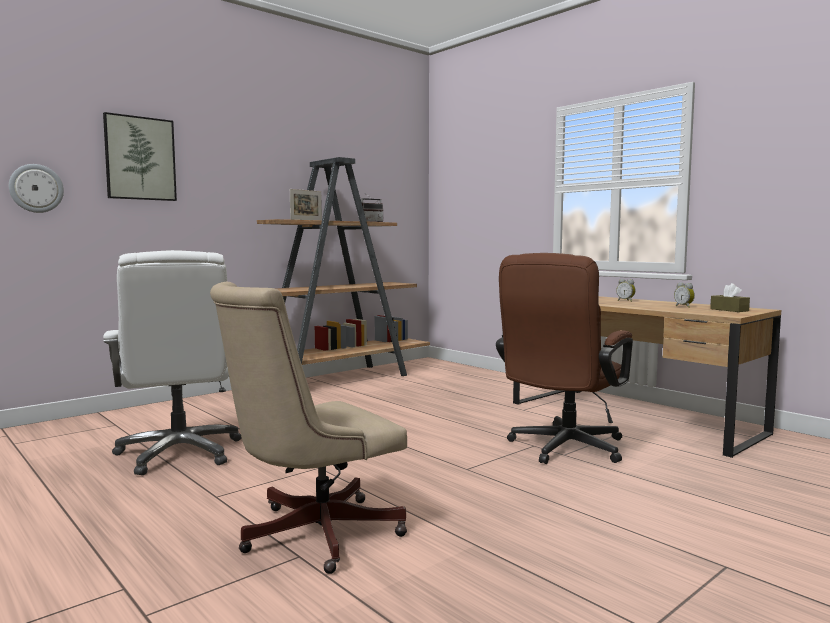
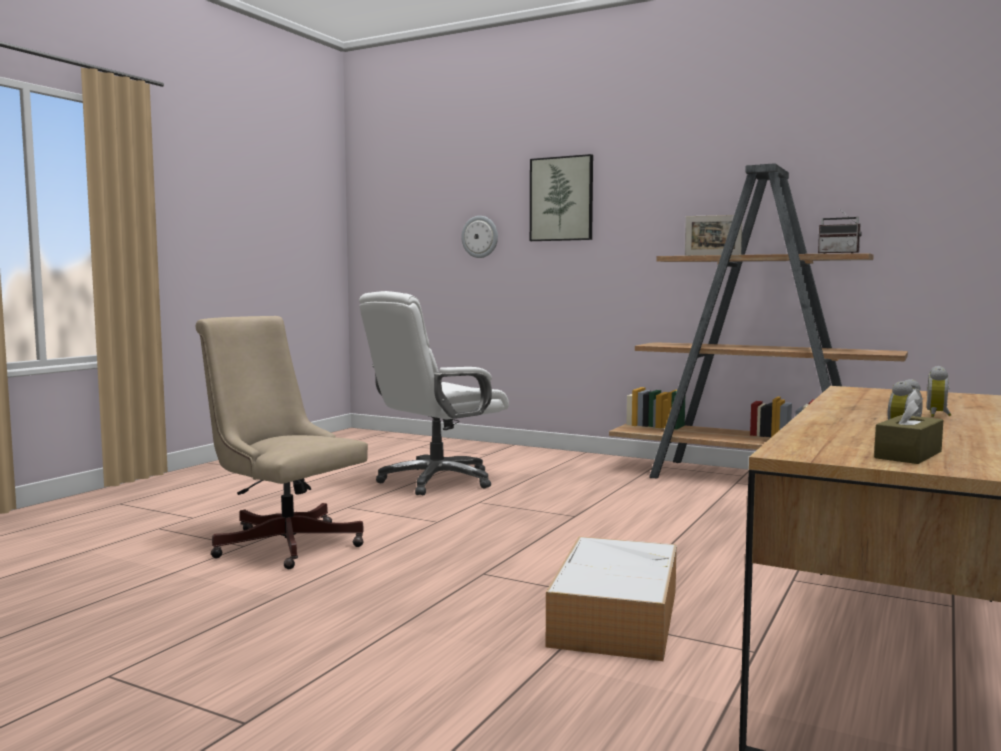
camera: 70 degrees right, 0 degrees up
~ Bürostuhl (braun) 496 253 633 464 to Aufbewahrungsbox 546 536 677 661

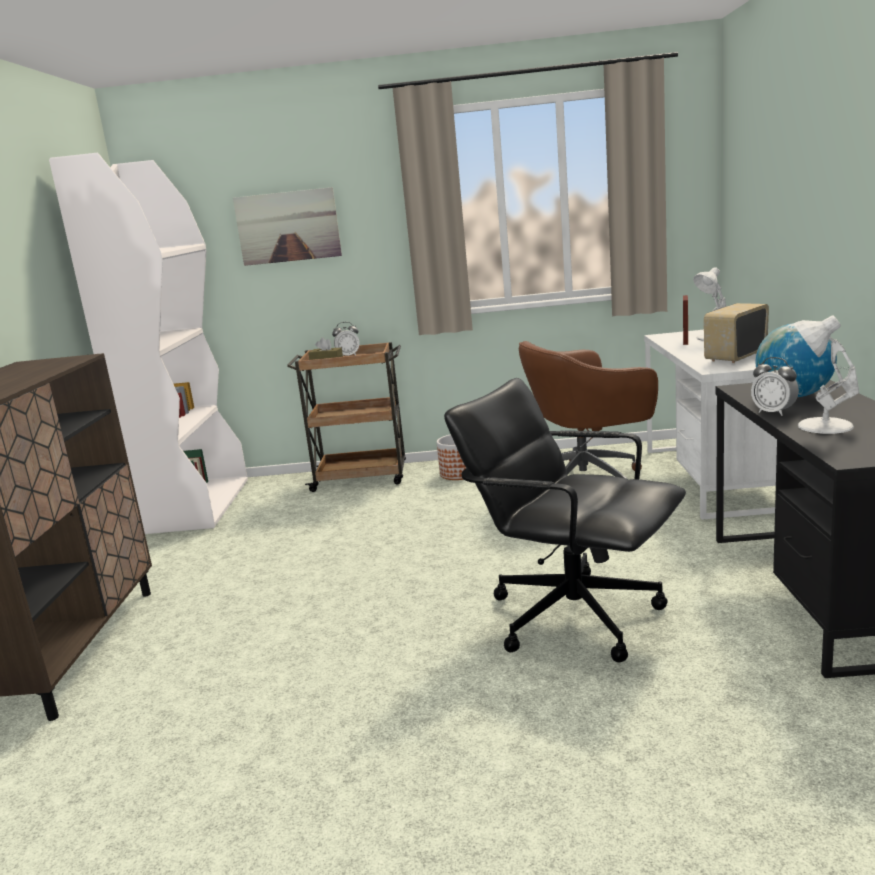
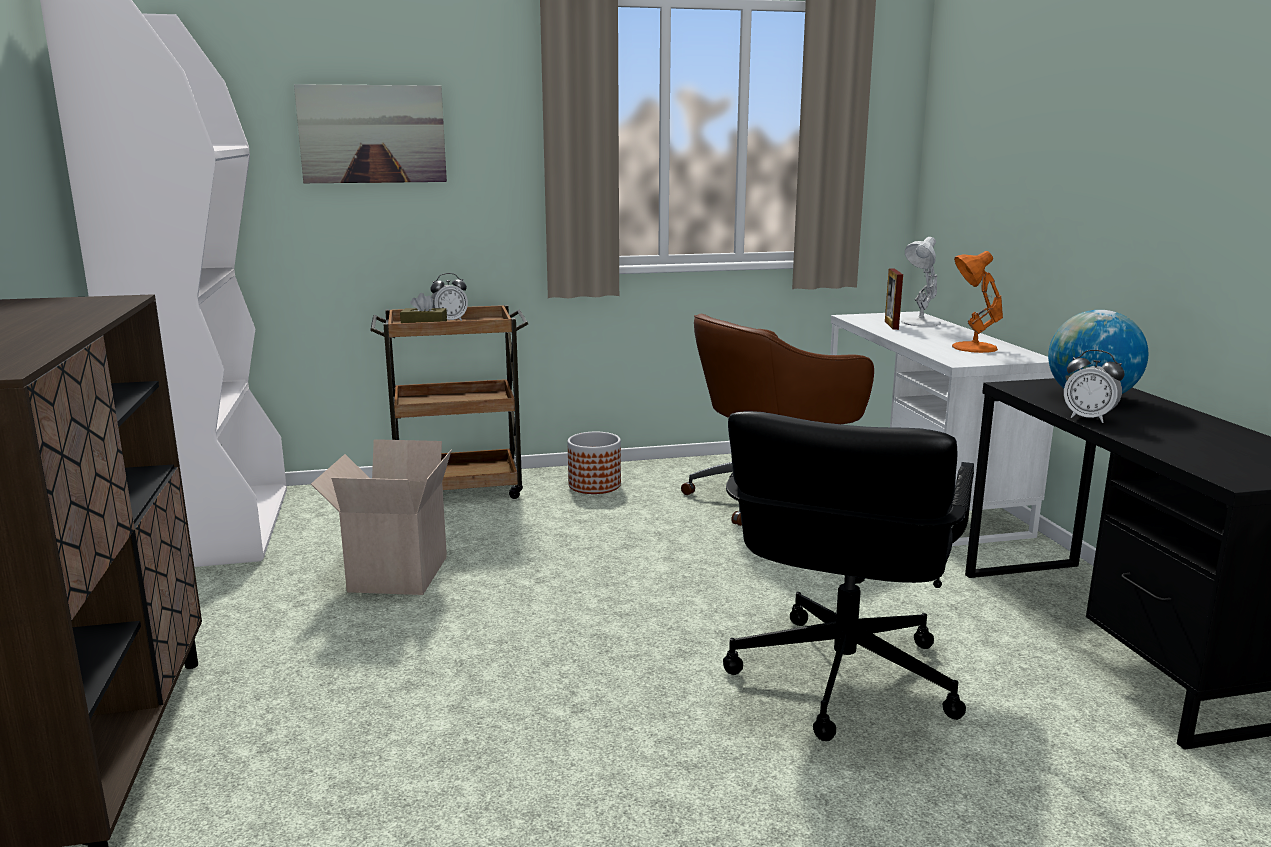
camera: 15 degrees left, 0 degrees up
- Tischlampe (weiß) 794 316 859 434
+ Karton 311 439 452 595
~ Radio 704 303 769 363 to Tischlampe (orange) 952 251 1003 353
~ Bürostuhl (schwarz) 444 378 686 663 = 723 411 974 741 90 degrees counterclockwise

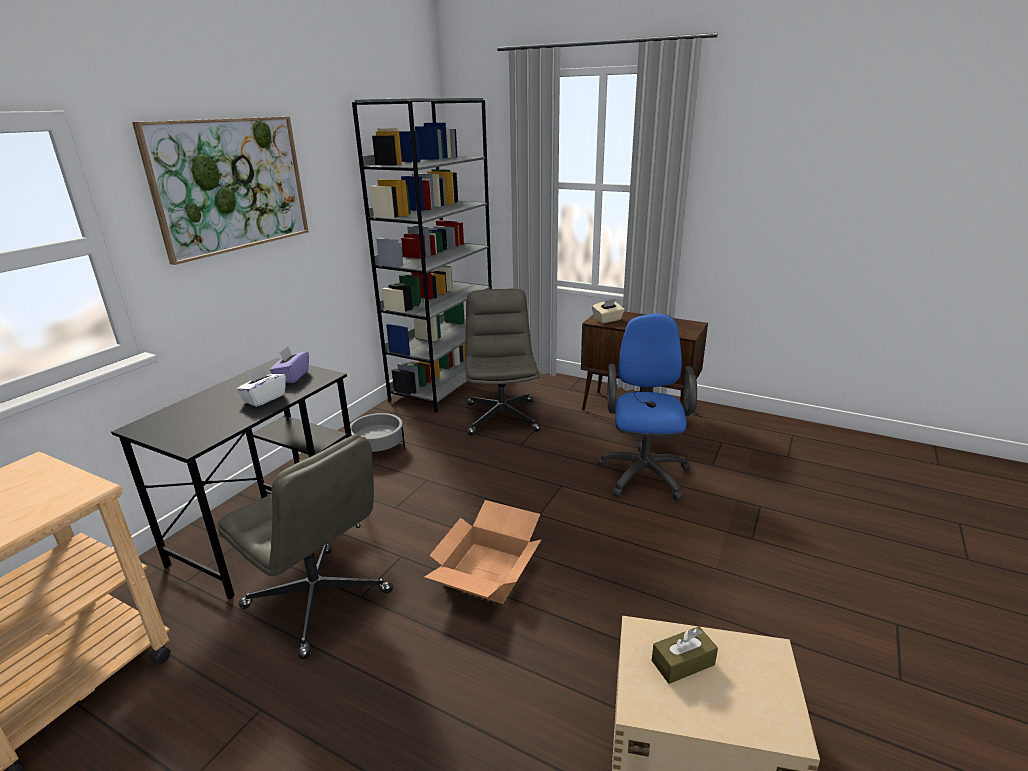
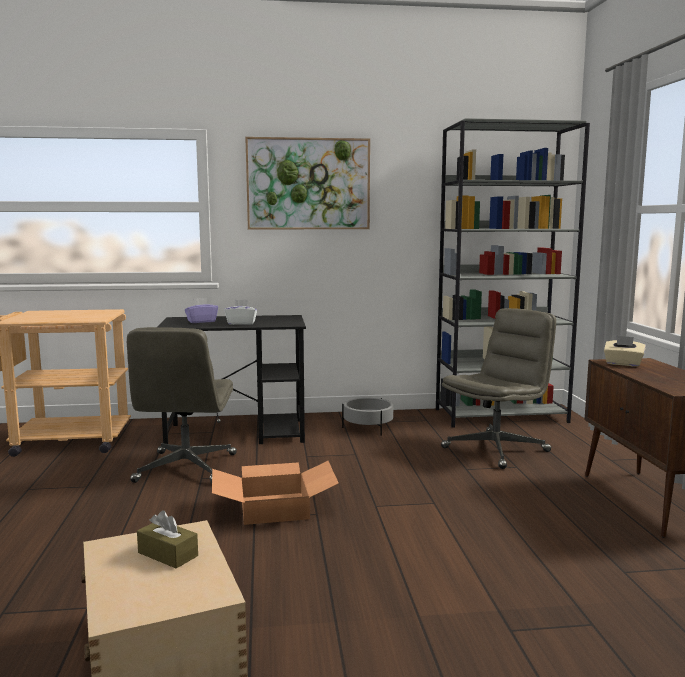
camera: 55 degrees right, 15 degrees down
- Bürostuhl (blau) 597 313 697 501
~ Taschentuchbox (lila) 270 347 309 383 to 185 298 218 323

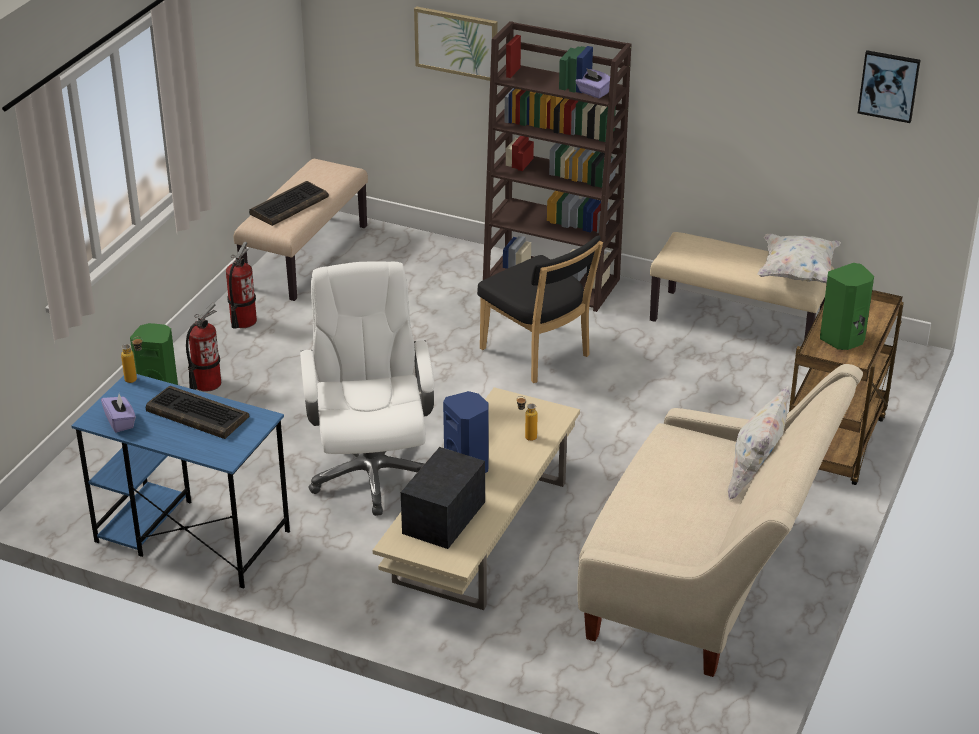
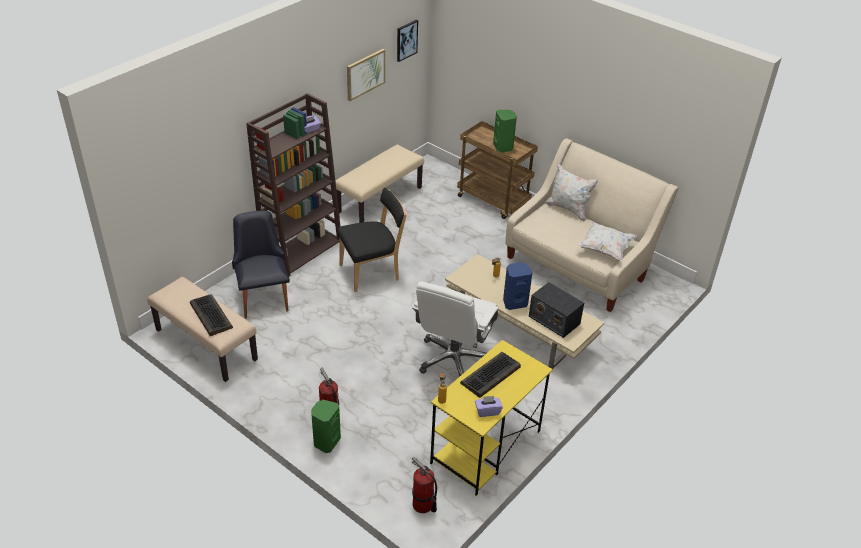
camera: 75 degrees left, 5 degrees up
+ Stuhl (schwarz) 232 210 290 319
~ Feuerlöscher 226 241 257 329 to 411 457 437 513
~ Bild 414 6 497 81 to 347 49 385 101
~ Kissen (weiß) 757 234 841 283 to 576 221 637 261
~ Schreibtisch (blau) 71 374 290 589 to Schreibtisch (gelb) 430 340 553 496
~ Bürostuhl (weiß) 300 262 434 516 = 412 282 499 377 75 degrees counterclockwise

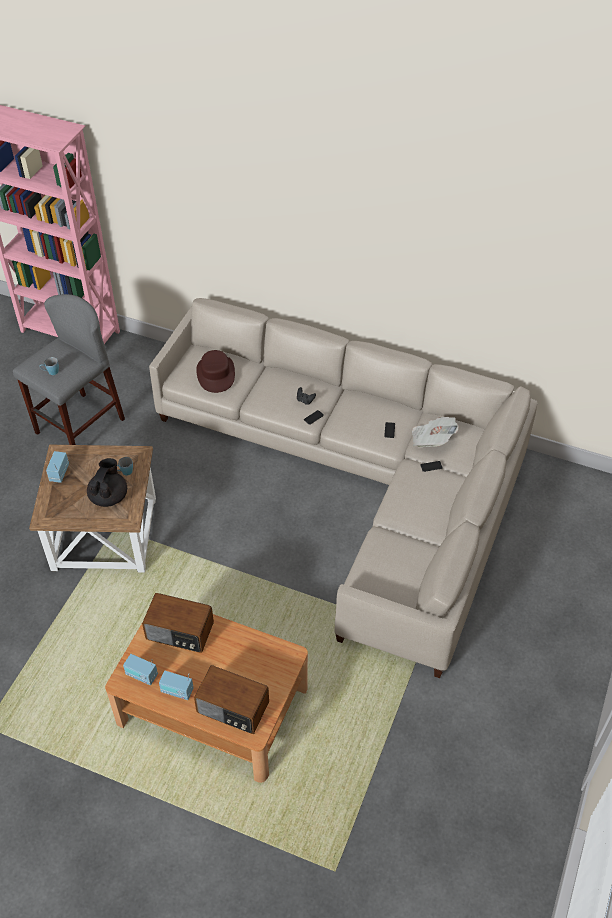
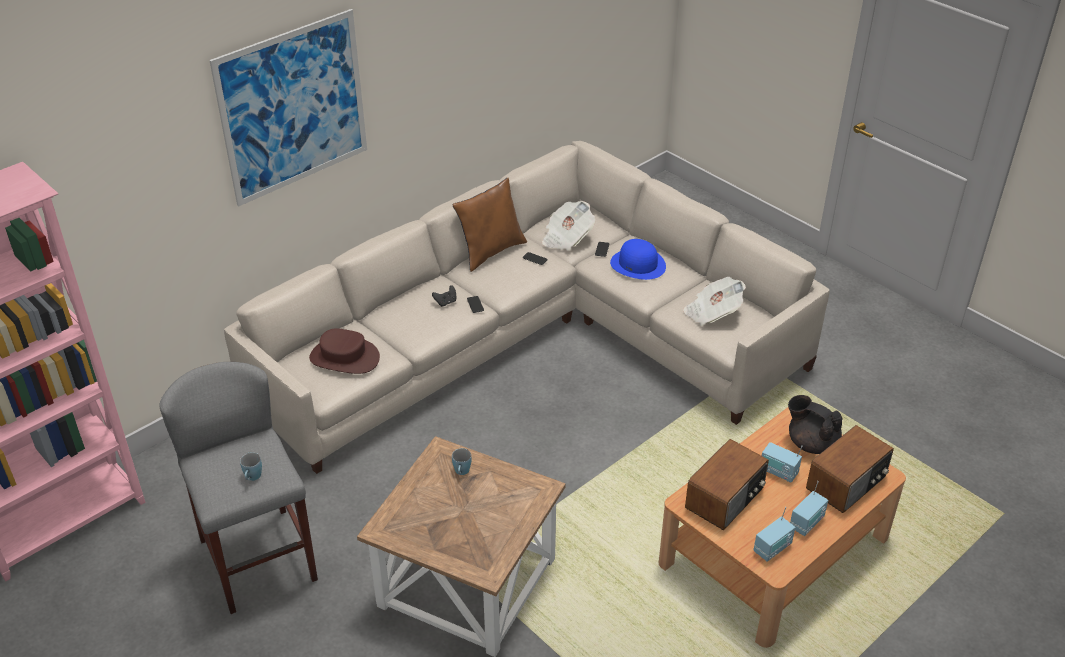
camera: 65 degrees left, 10 degrees down
+ Bild 209 9 367 206
+ Kissen (braun) 453 178 527 272
+ Hut (blau) 610 239 666 280
+ Zeitung 683 277 746 326
~ Radio 46 451 69 483 to 762 442 803 483
~ Teekanne (schwarz) 87 458 127 507 to 788 395 842 454

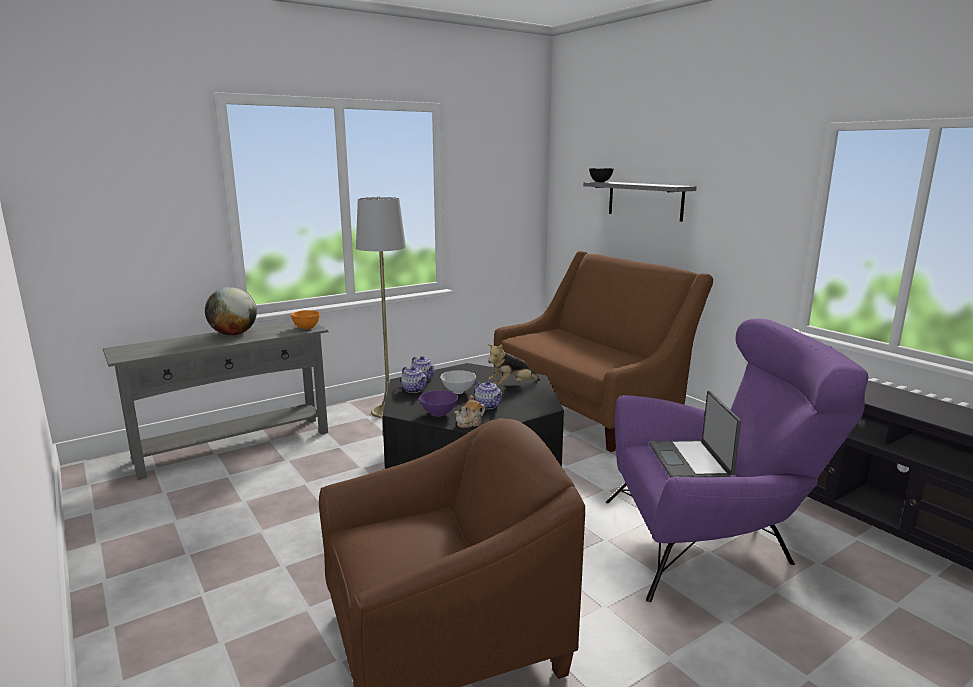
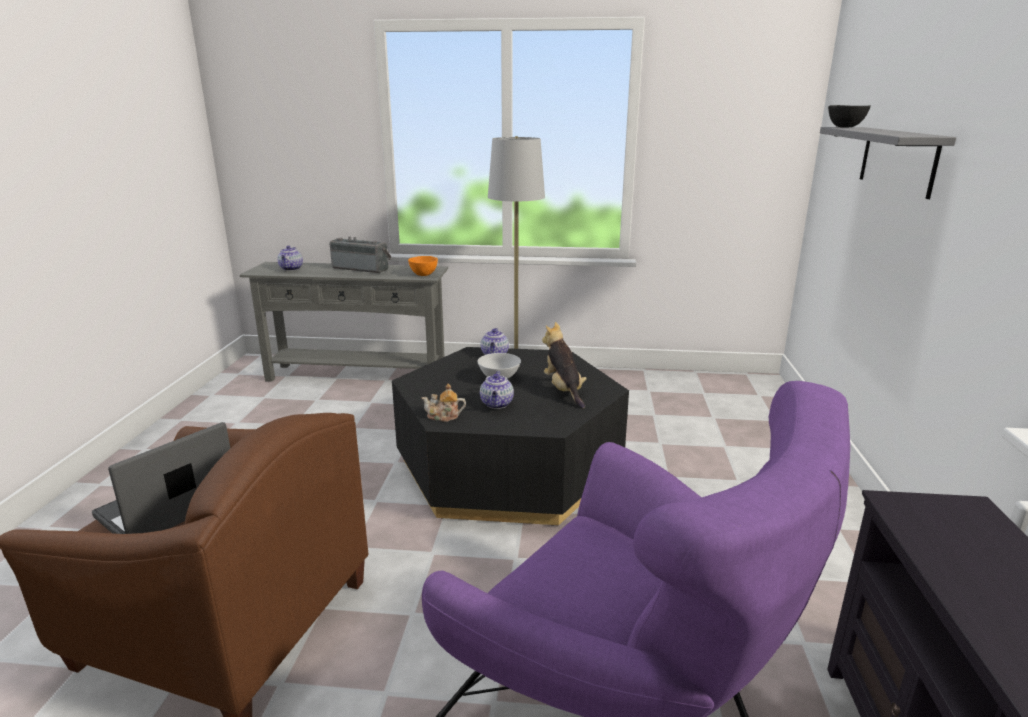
camera: 40 degrees right, 5 degrees up
- Schüssel (lila) 419 390 458 417
- Sofa (braun) 494 251 713 452
~ Teekanne 401 366 427 393 to 278 246 303 271
~ Laptop 649 391 741 478 to 92 422 230 534
~ Globus 205 287 257 335 to Radio 329 237 391 273
~ Plüschtier 488 344 540 386 = 542 322 586 409 60 degrees clockwise

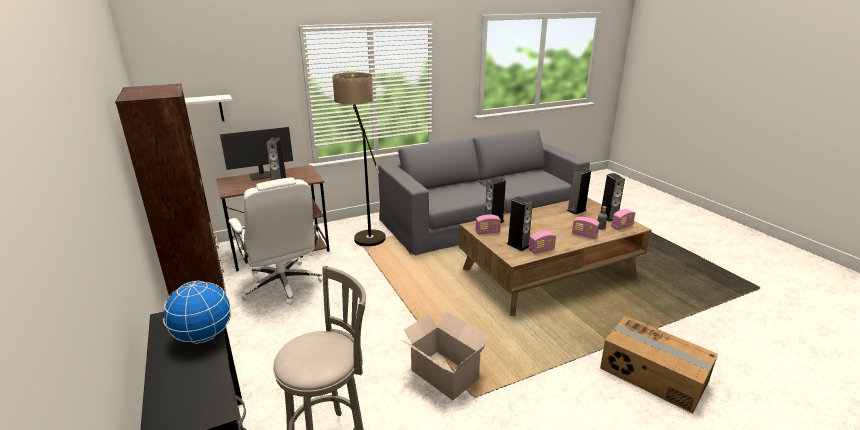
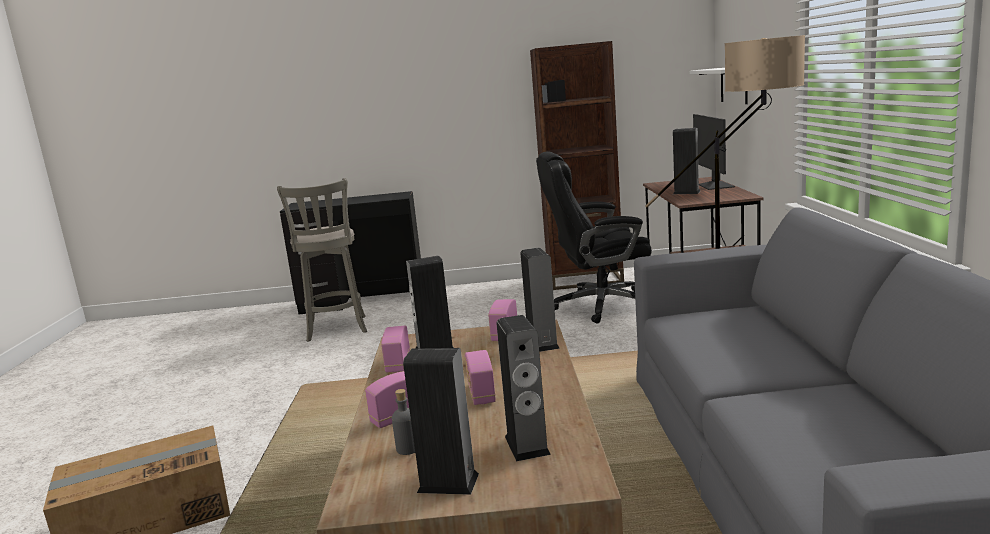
camera: 115 degrees right, 10 degrees down
- Globus 163 281 231 344
- Karton 402 311 489 400
~ Radio 611 209 635 230 to 465 350 496 405
~ Bürostuhl (weiß) 228 177 323 305 to Bürostuhl (schwarz) 536 151 652 323

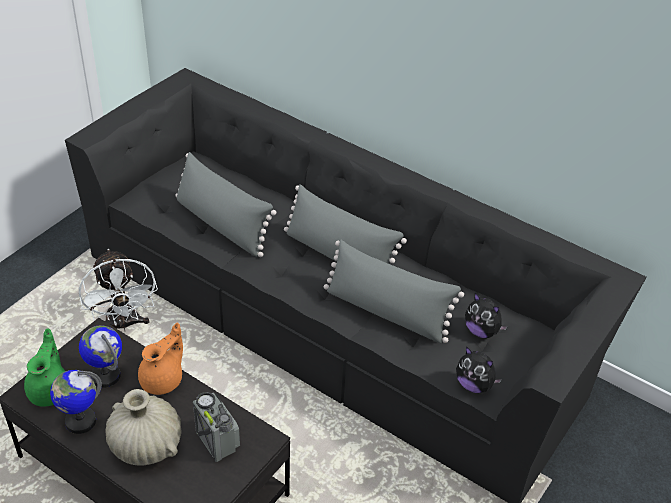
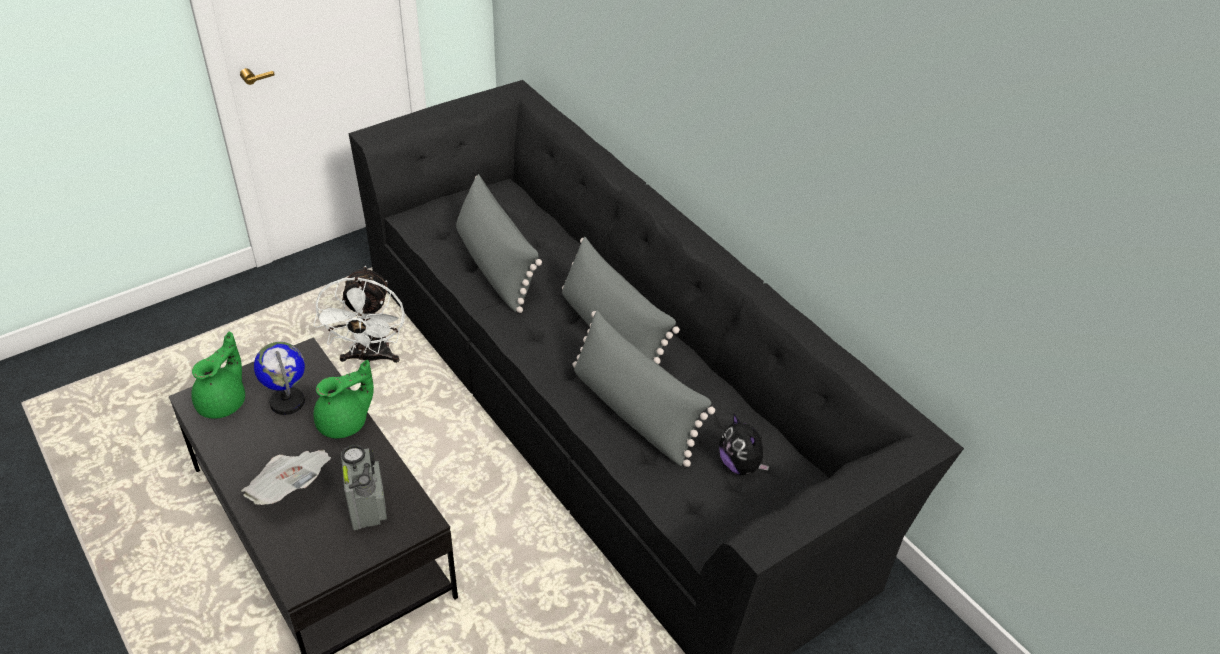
camera: 20 degrees right, 0 degrees up
- Globus 50 370 102 434
- Plüschtier 456 346 502 393
~ Vase (beige) 106 389 181 465 to Zeitung 241 450 331 505
~ Teekanne (orange) 138 322 183 395 to Teekanne (grün) 313 360 374 439

